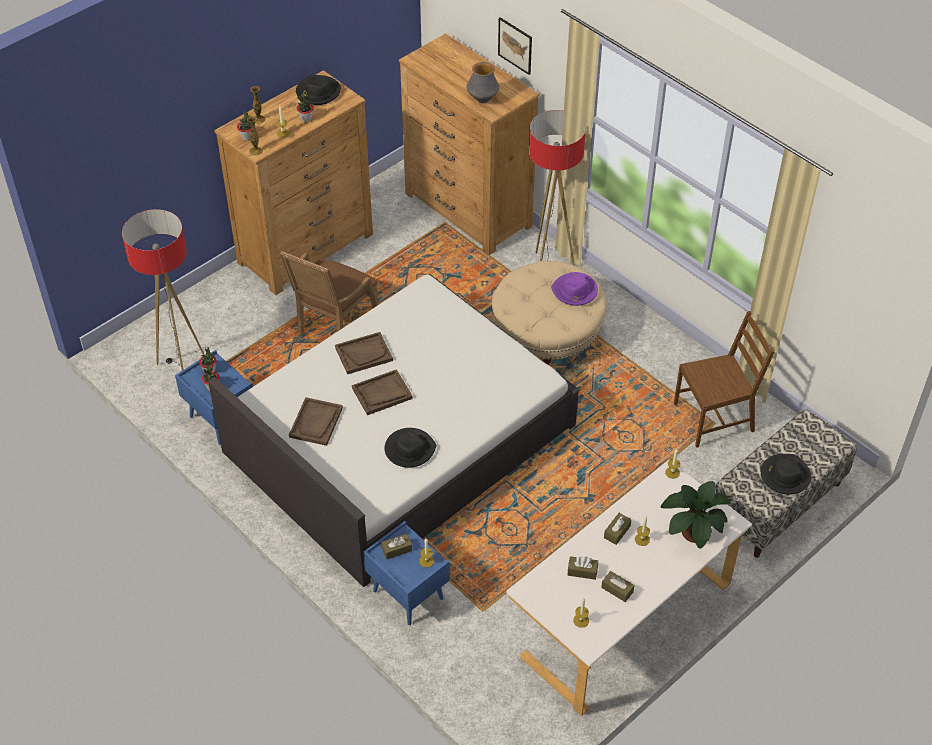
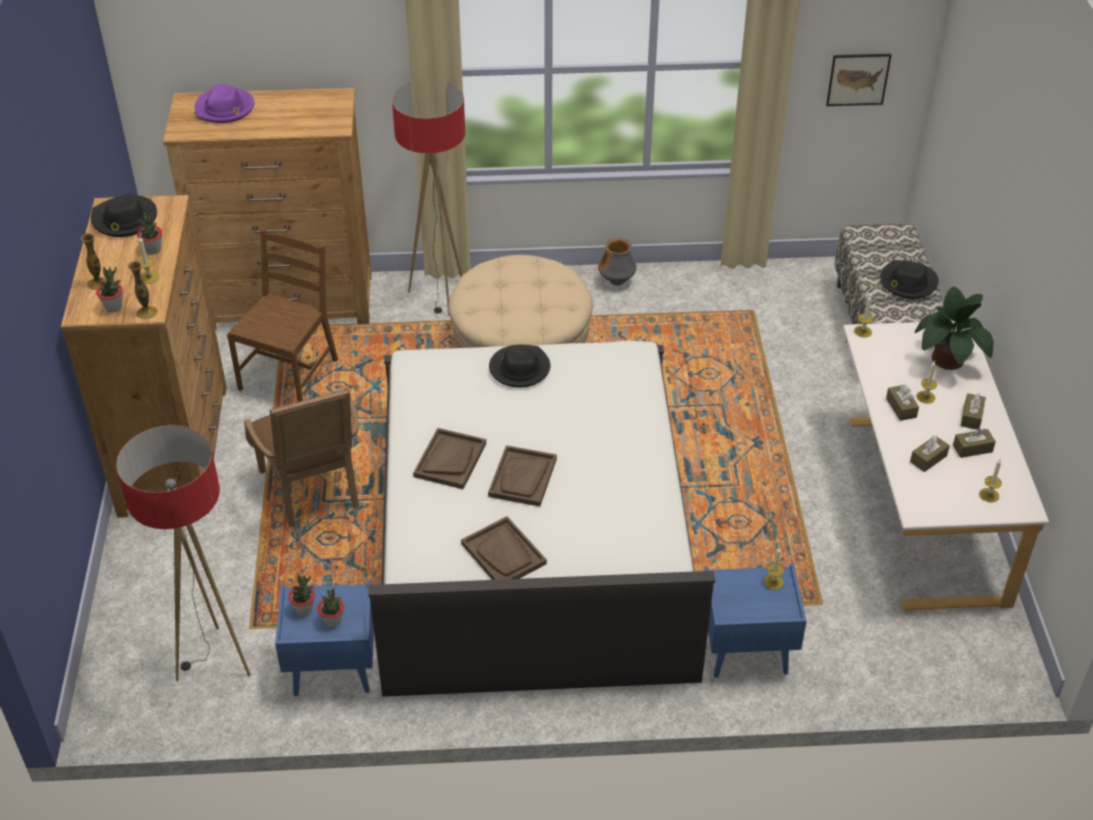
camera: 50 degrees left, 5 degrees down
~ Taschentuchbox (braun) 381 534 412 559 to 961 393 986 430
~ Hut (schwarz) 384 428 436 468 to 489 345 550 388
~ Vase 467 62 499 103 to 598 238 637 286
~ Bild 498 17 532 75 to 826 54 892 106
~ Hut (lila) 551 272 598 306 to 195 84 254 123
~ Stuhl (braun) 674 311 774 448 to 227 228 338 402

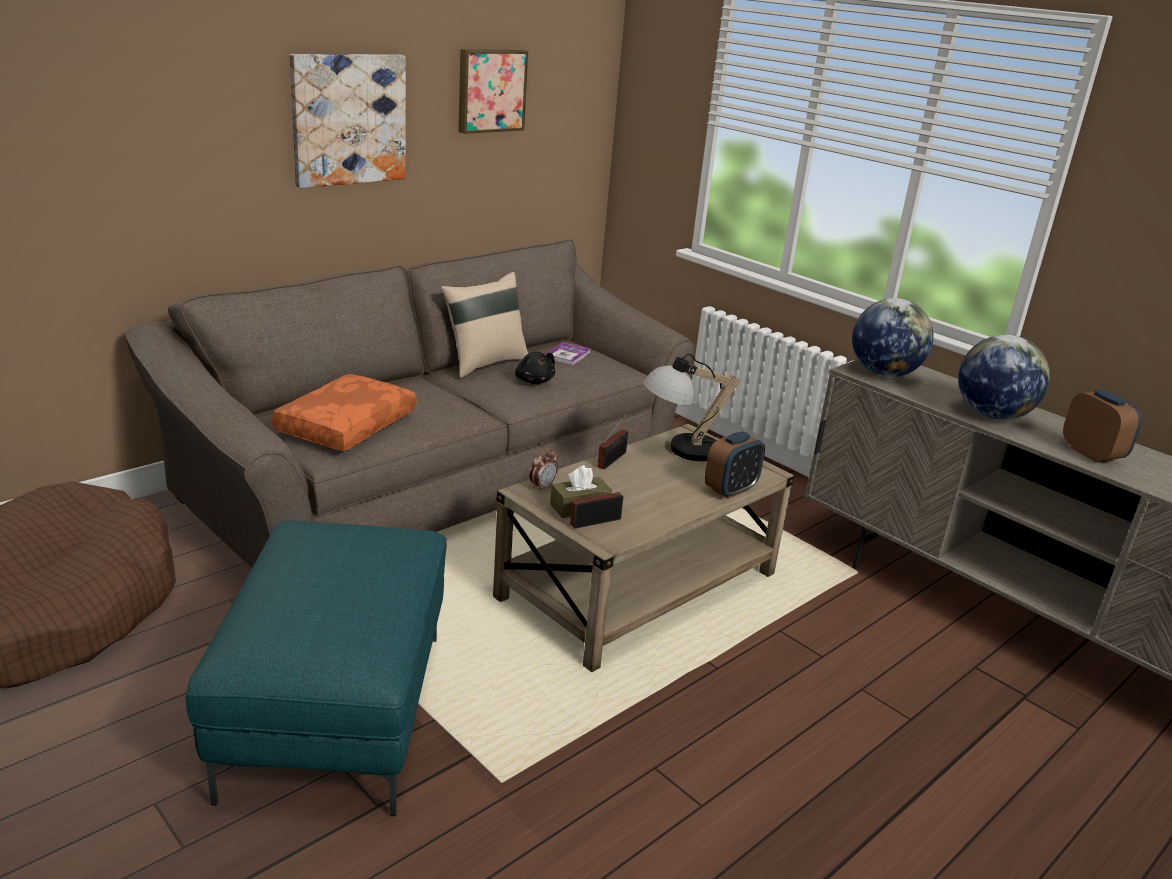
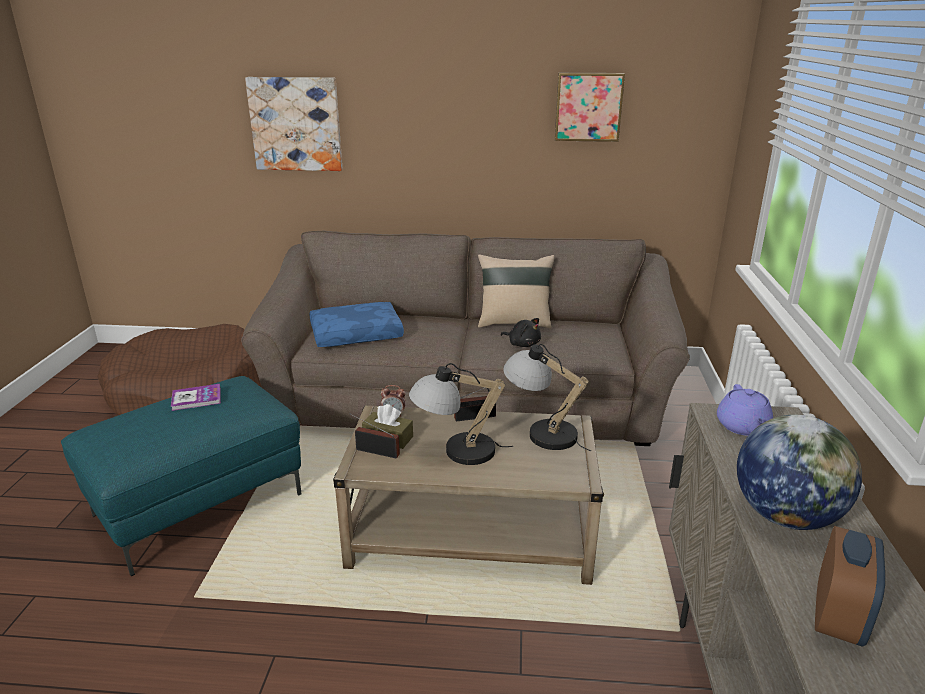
camera: 50 degrees right, 0 degrees up
- Wecker 705 431 765 499
+ Tischlampe 409 363 513 465
~ Bild 290 54 406 188 to 245 77 343 171
~ Buch 545 342 591 366 to 171 384 221 411
~ Globus 852 298 933 377 to Teekanne (lila) 717 384 773 436
~ Kissen (orange) 272 374 416 451 to Kissen (blau) 309 302 404 347
~ Plüschtier (schwarz) 515 352 555 384 = 501 318 541 347 75 degrees counterclockwise

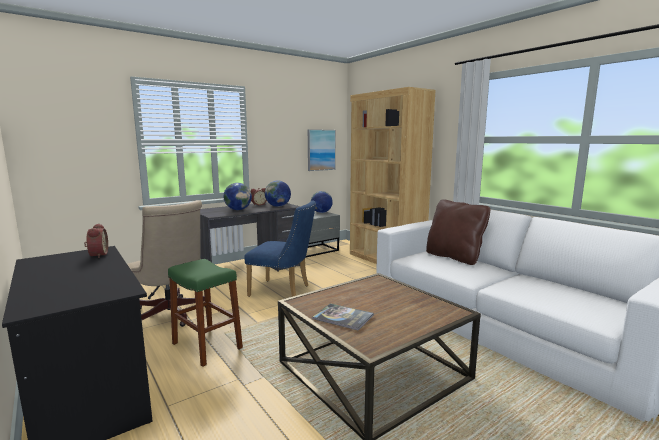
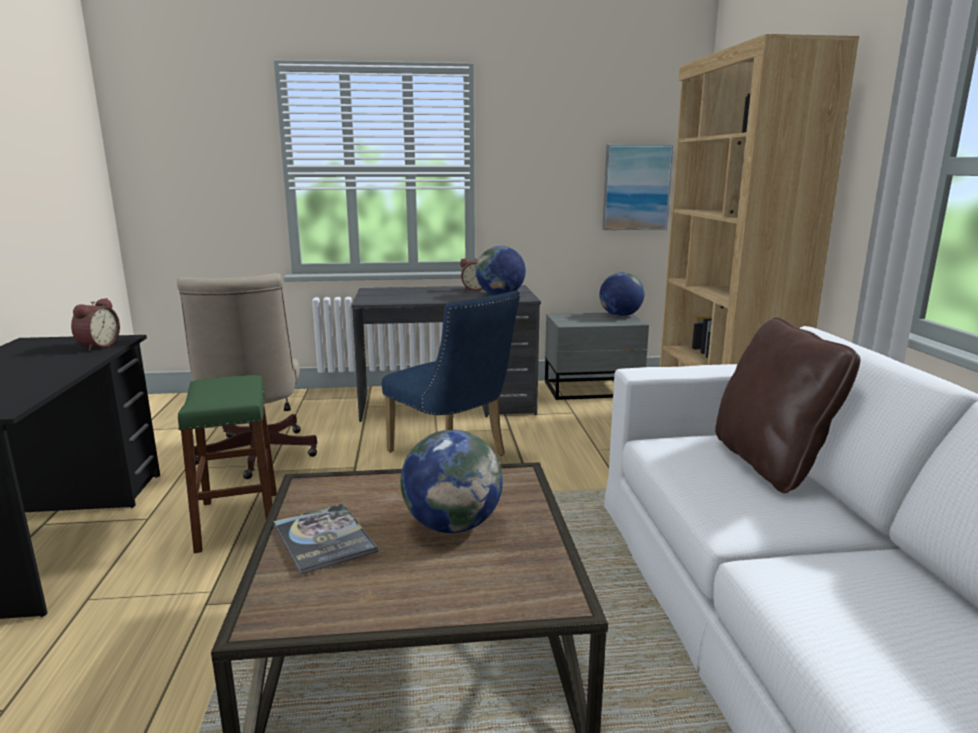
camera: 30 degrees right, 5 degrees up
~ Globus 223 183 252 210 to 401 430 503 533

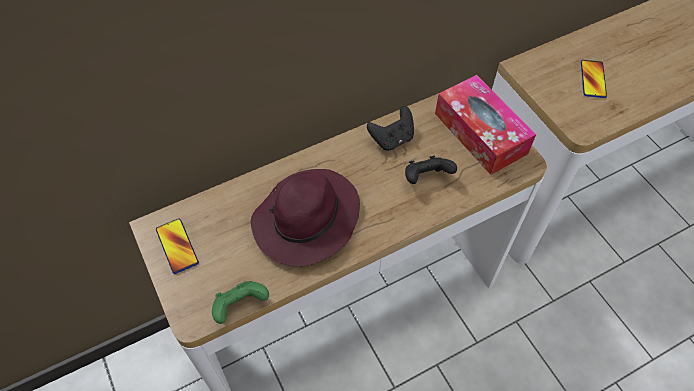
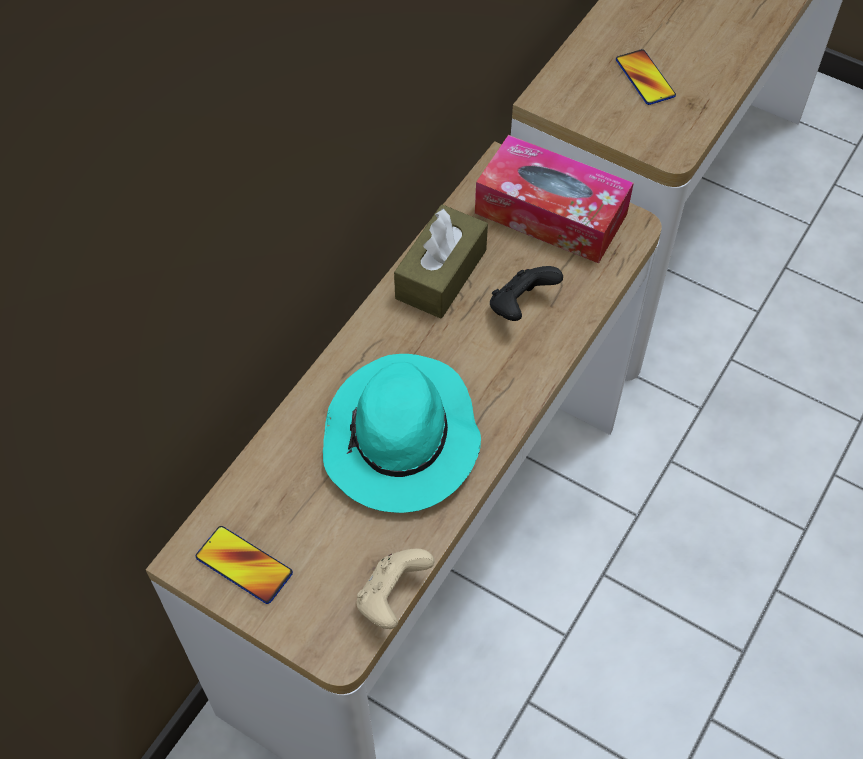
camera: 30 degrees left, 0 degrees up
~ Gamepad (schwarz) 367 106 414 150 to Taschentuchbox (braun) 394 205 488 319
~ Gamepad (grün) 212 281 269 324 to Gamepad (beige) 357 548 435 629
~ Hut (lila) 251 169 360 267 to Hut (türkis) 323 354 481 513

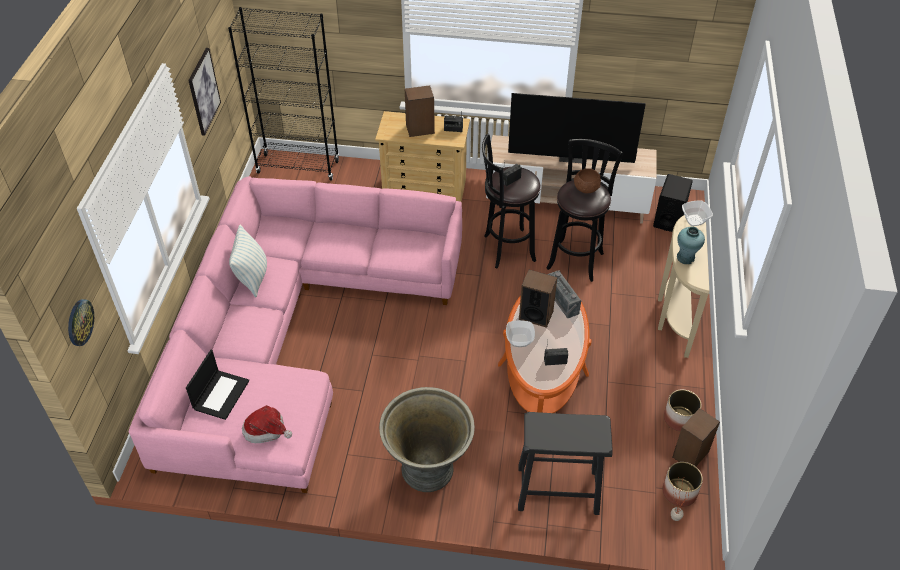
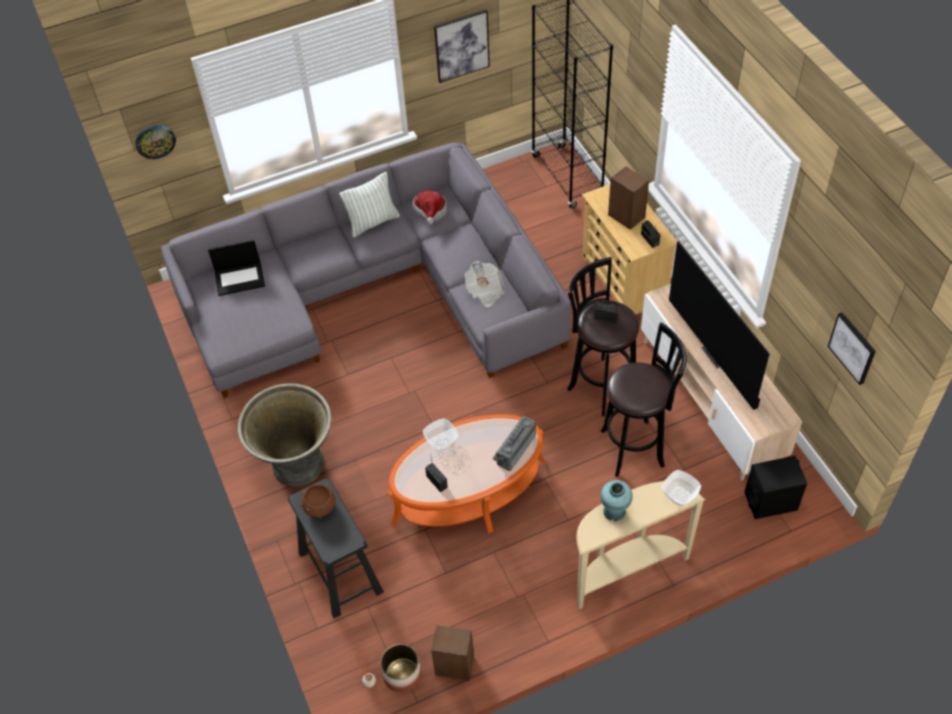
camera: 60 degrees right, 5 degrees up
- Lautsprecher 519 270 558 328
- Pflanzkübel 664 389 702 432
+ Zeitung 464 261 505 307
+ Bild 828 312 876 385
~ Hut 242 405 292 443 to 413 191 447 225
~ Schüssel (braun) 574 168 601 194 to 301 484 337 518
~ Sofa (rosa) 129 176 462 493 to Sofa (grau) 161 143 571 398

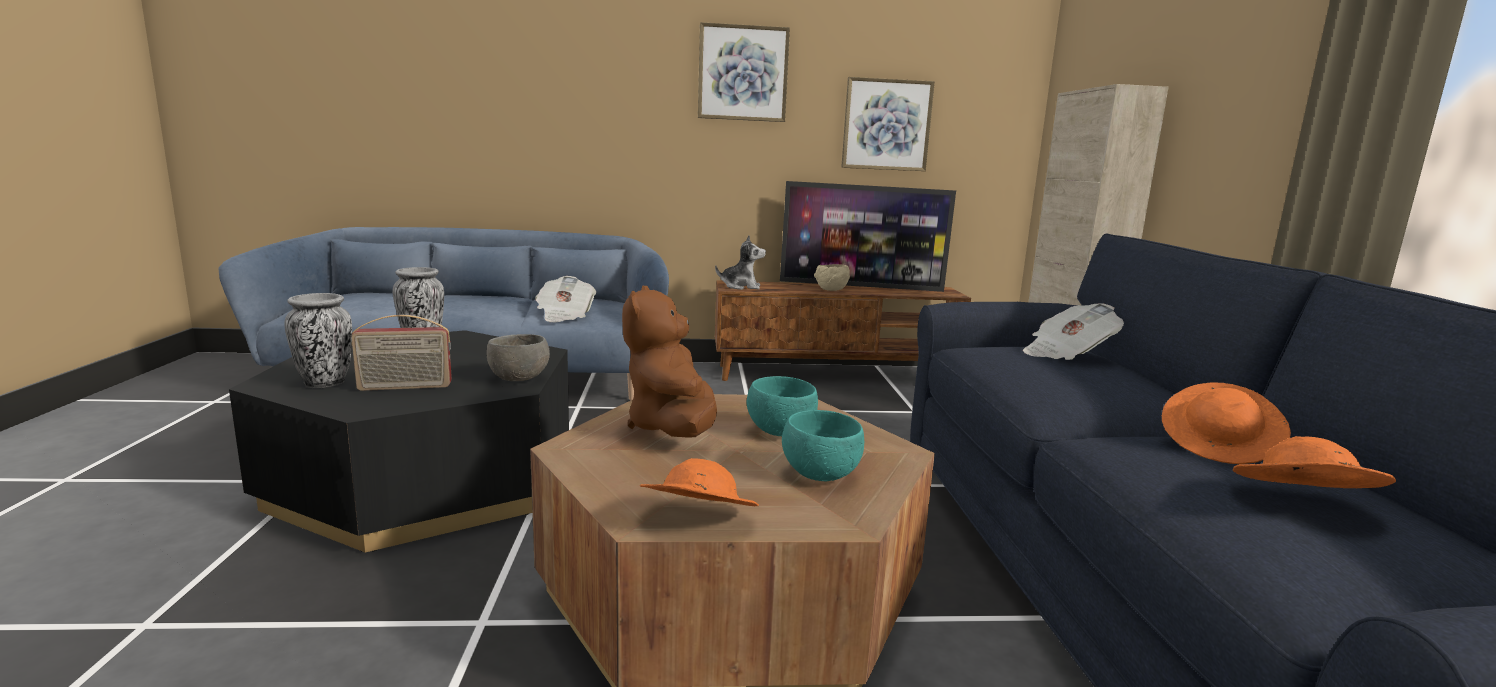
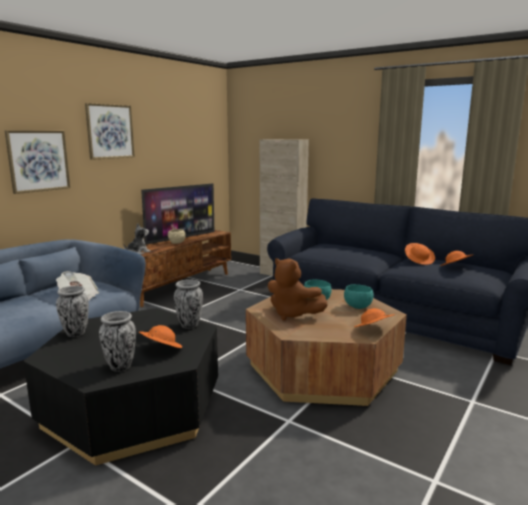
camera: 50 degrees left, 0 degrees up
- Zeitung 1023 303 1124 360
~ Bild 841 77 935 171 to 5 131 70 194
~ Radio 351 315 452 391 to Hut (orange) 139 325 182 348
~ Schüssel (grau) 487 334 550 381 to Vase 174 279 203 329

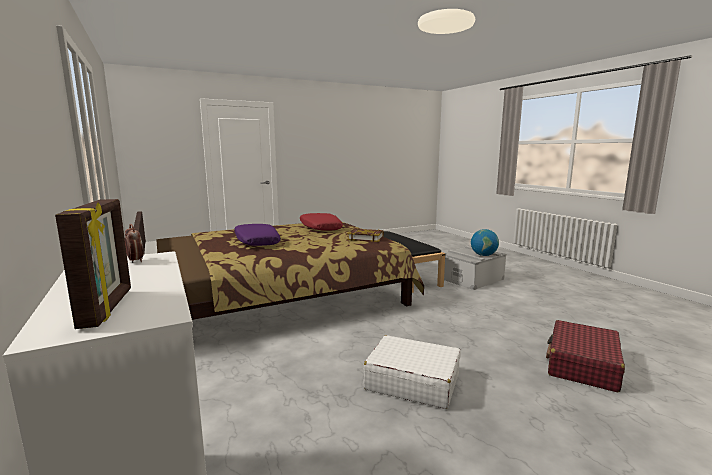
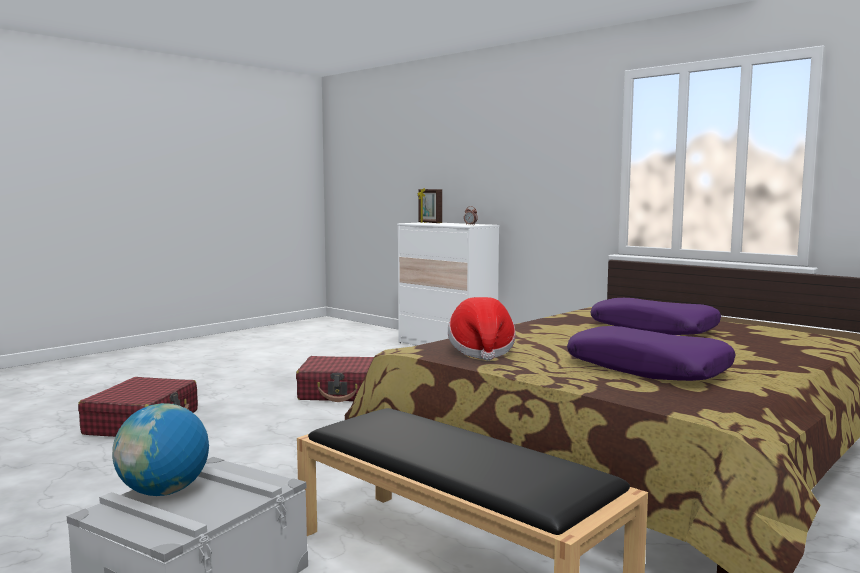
camera: 160 degrees right, 5 degrees down
~ Buch 347 228 384 242 to Hut 448 297 516 361
~ Kissen (rot) 300 213 343 230 to Kissen (lila) 567 326 736 381
~ Koffer (weiß) 364 335 461 409 to Koffer (rot) 296 356 374 402

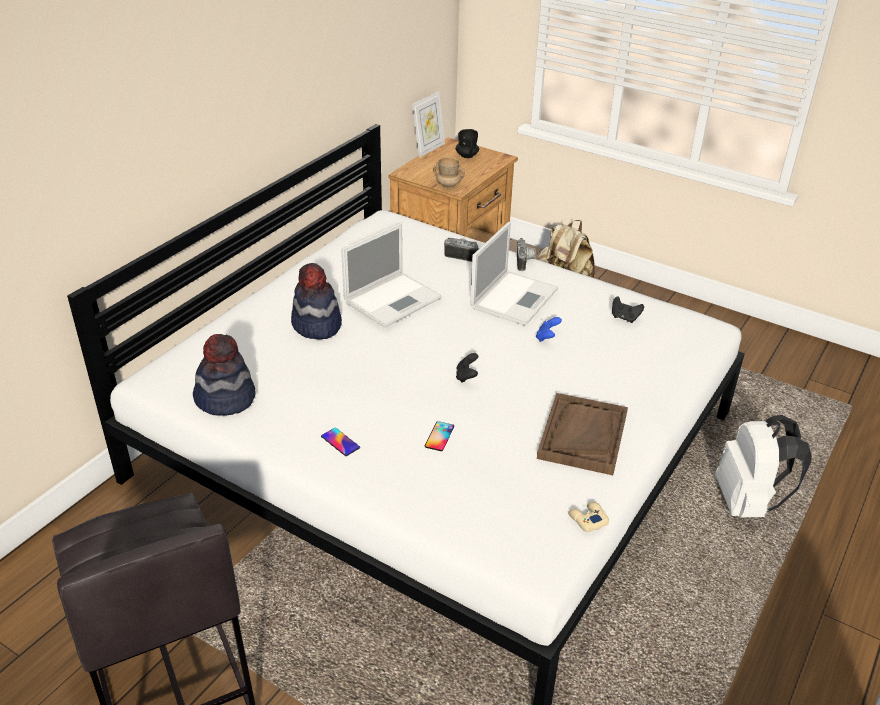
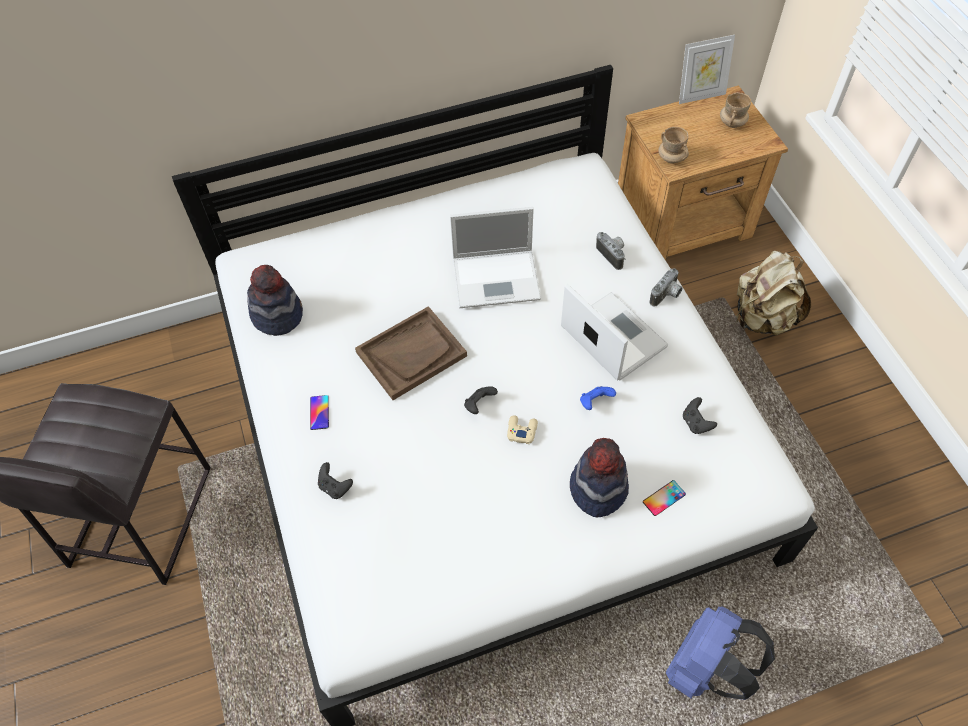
camera: 40 degrees right, 20 degrees up
+ Gamepad (schwarz) 318 462 353 499
~ Hut 291 263 342 339 to 570 438 629 517
~ Handy 425 421 454 451 to 643 480 686 516
~ Tablett (braun) 537 393 628 475 to 355 306 467 400
~ Gamepad (beige) 568 502 609 532 to 507 415 538 444
~ Henkelbecher (schwarz) 456 129 479 158 to Henkelbecher (beige) 720 92 751 128
~ Rucksack (weiß) 715 415 812 518 to Rucksack (blau) 666 607 775 700
~ Laptop 470 222 558 326 = 561 284 668 381 105 degrees counterclockwise

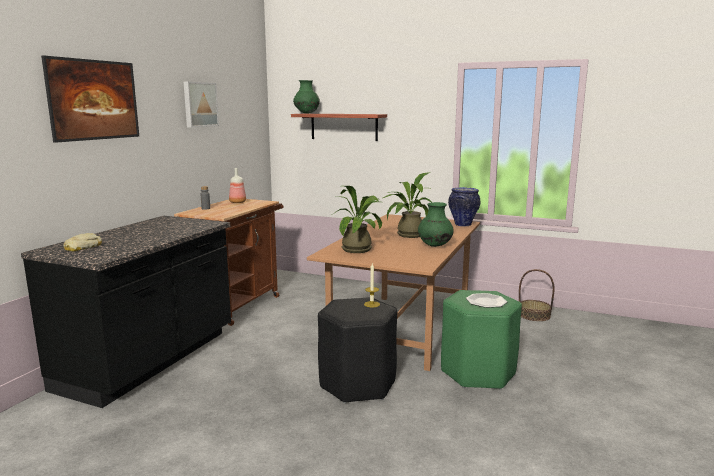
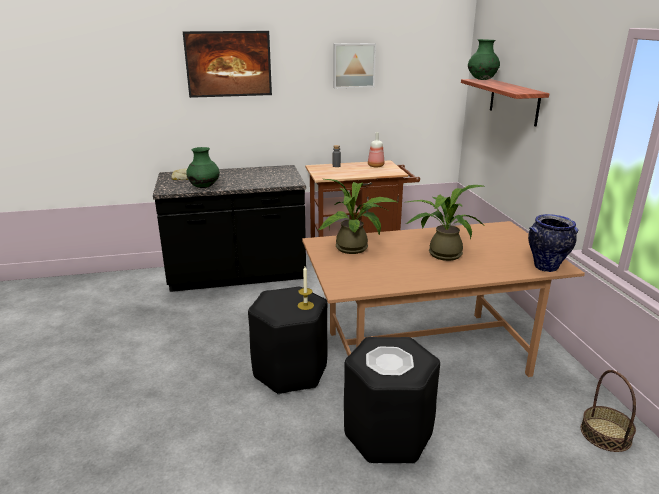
camera: 55 degrees right, 10 degrees up
~ Vase (grün) 418 202 454 247 to 186 147 220 188
~ Hocker (grün) 441 290 522 390 to Hocker (schwarz) 344 337 440 464

